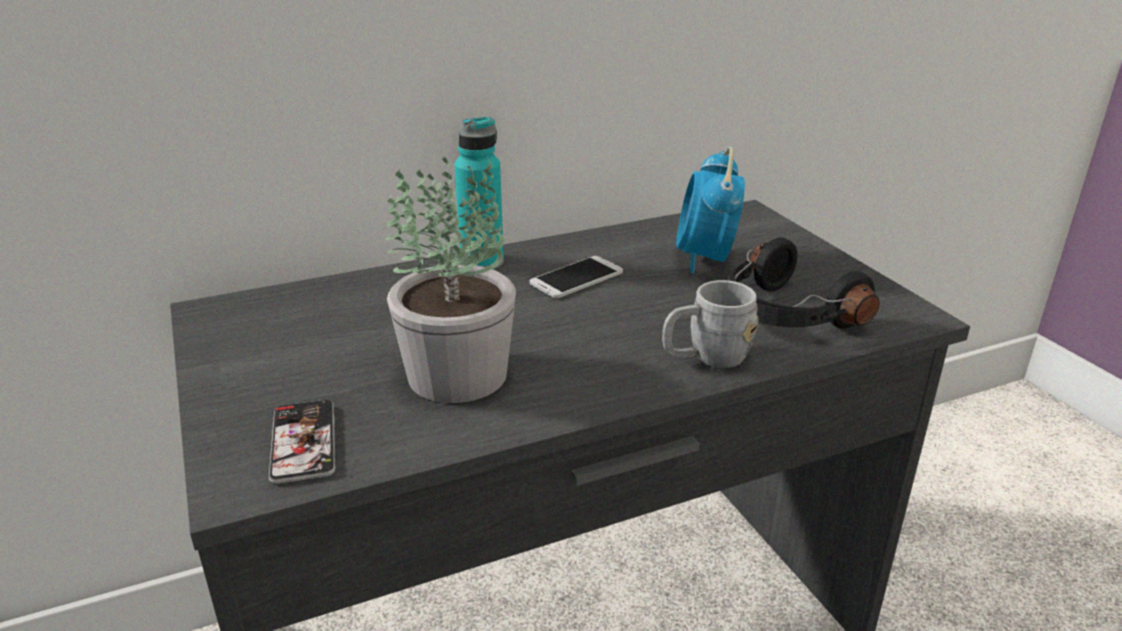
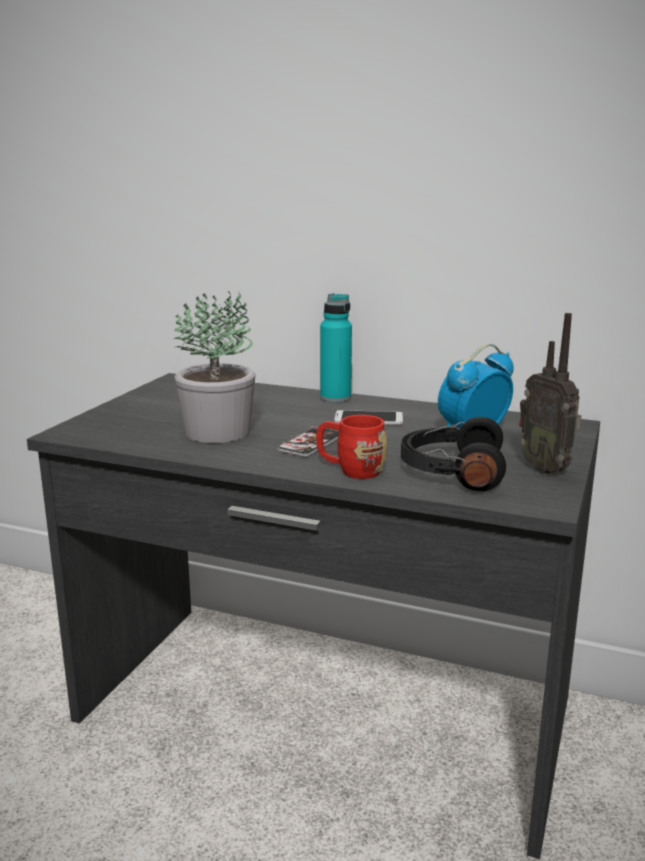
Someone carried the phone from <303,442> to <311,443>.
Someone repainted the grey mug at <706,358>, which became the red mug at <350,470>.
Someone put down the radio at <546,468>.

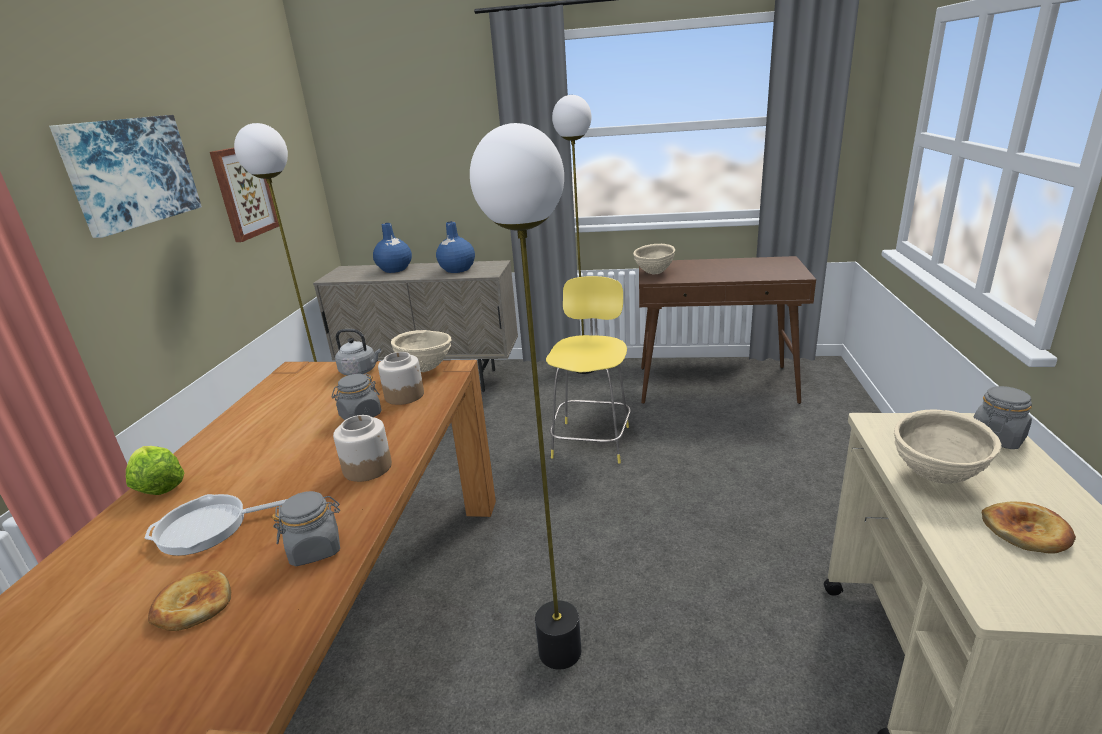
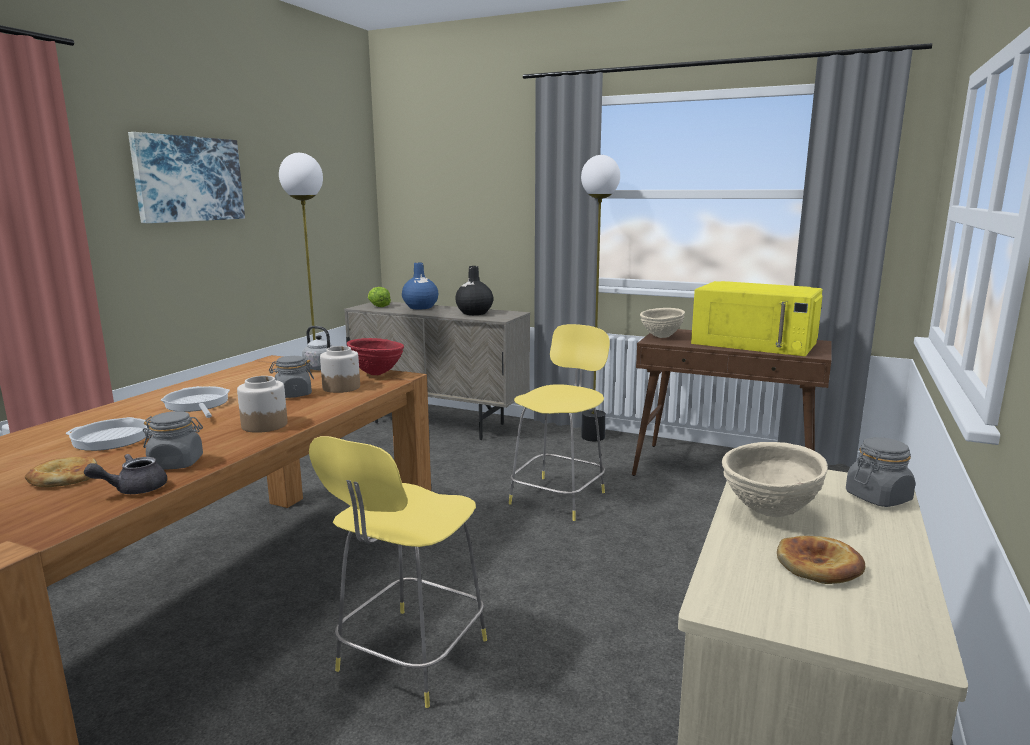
Someone carried the lettuce from <158,485> to <378,306>.
Someone took away the picture at <244,192>.
Someone repainted the beige bowl at <426,369>, which became the red bowl at <377,374>.
Someone repainted the blue vase at <457,269>, which became the black vase at <474,313>.
Someone swapped the floor lamp at <559,651> for the yellow stool at <409,658>.
Someone put down the grey teapot at <133,489>.
Someone put down the frying pan at <197,404>.
Someone put down the yellow microwave at <755,343>.

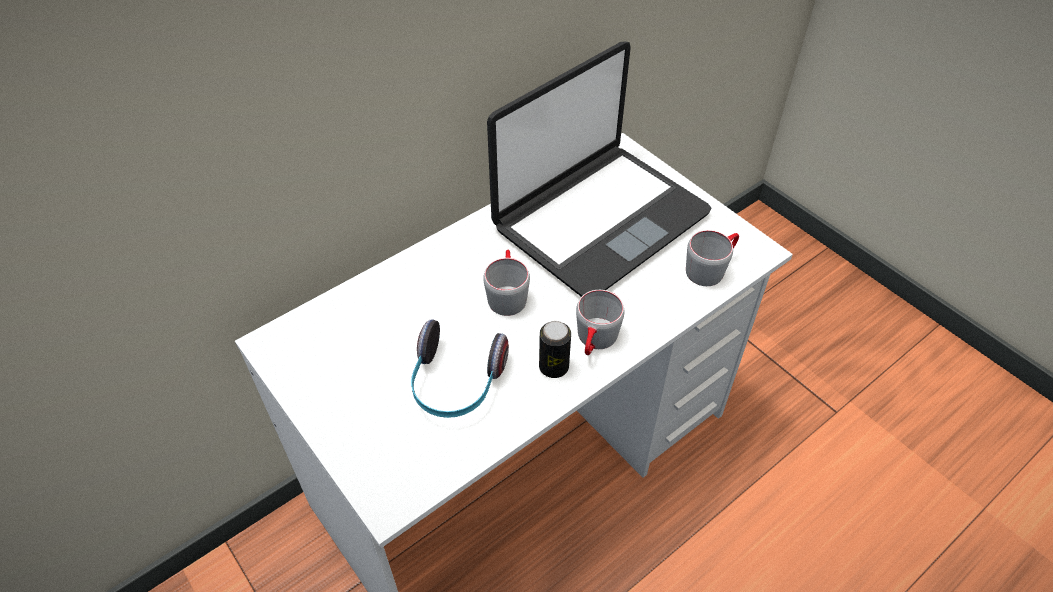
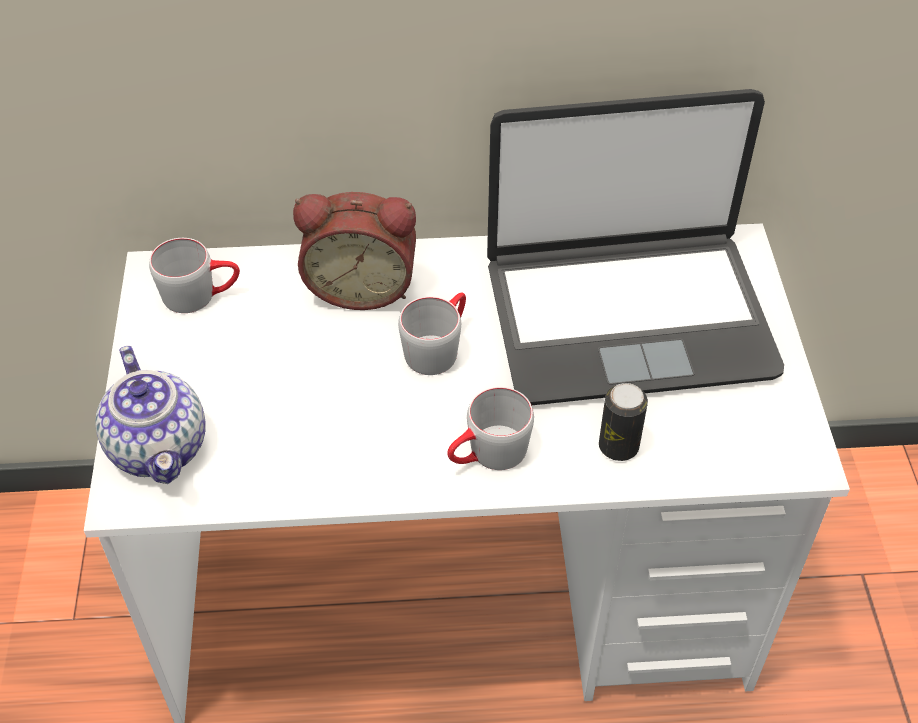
Someone took away the headphones at <456,384>.
Someone carried the can from <553,367> to <618,446>.
Someone carried the grey mug from <710,268> to <201,294>.
Someone put down the teapot at <160,448>.
Someone put down the alarm clock at <362,286>.

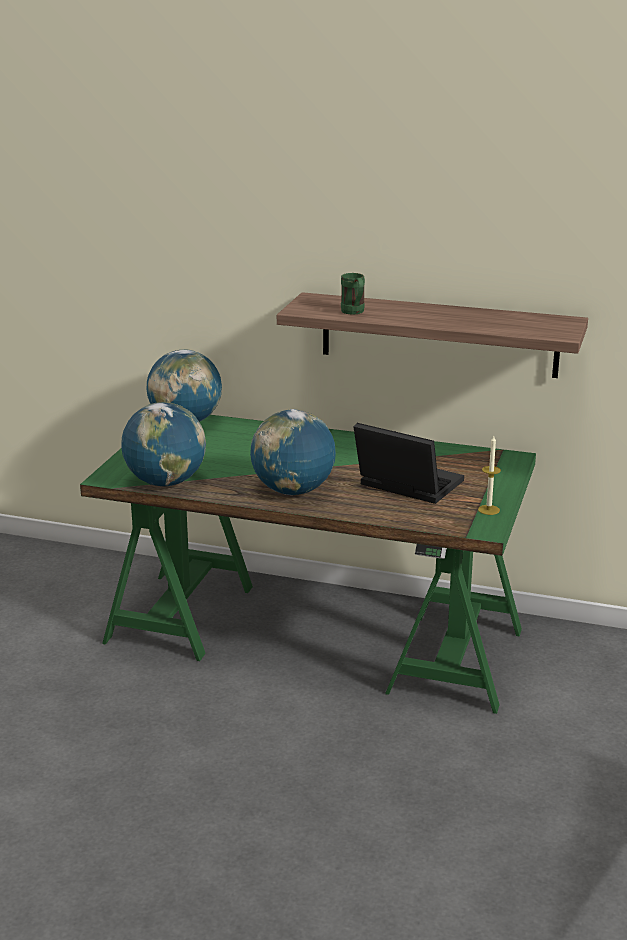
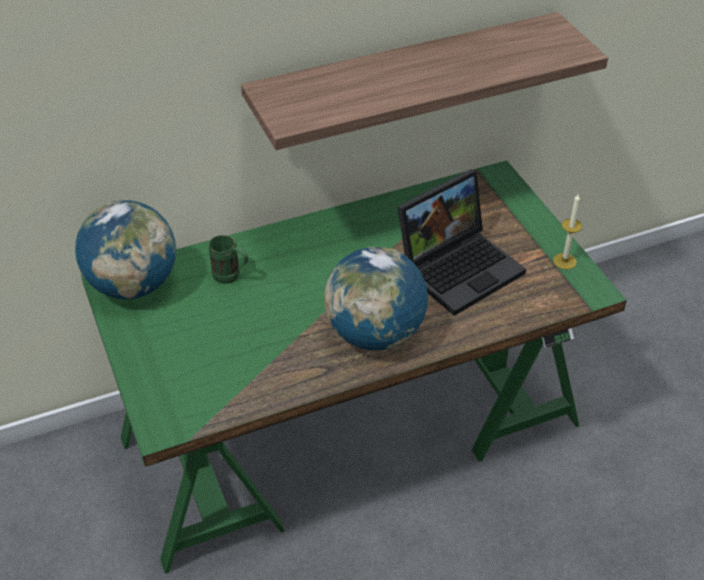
Someone took away the globe at <165,483>.
Someone carried the green mug from <354,312> to <231,277>.
Someone rotated the laptop at <405,485> by 150 degrees clockwise.

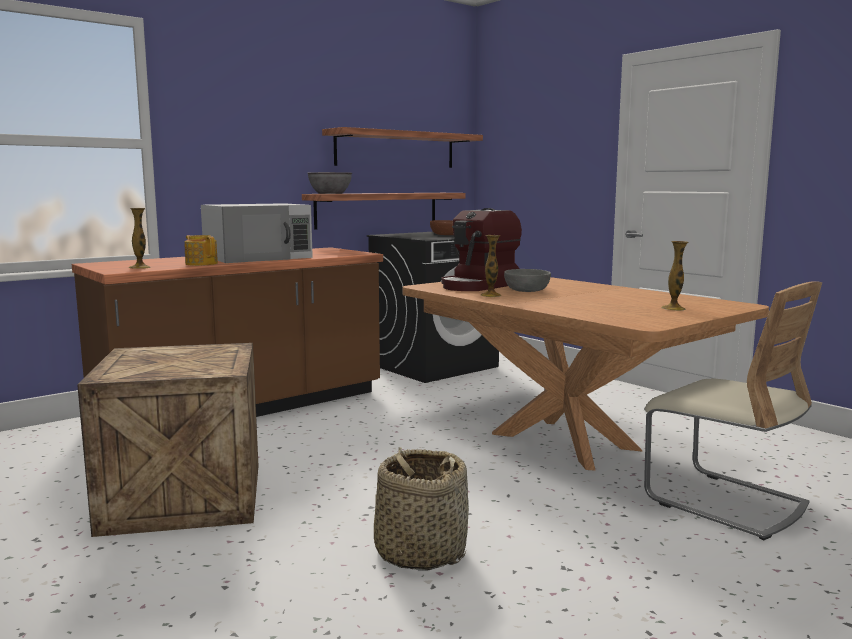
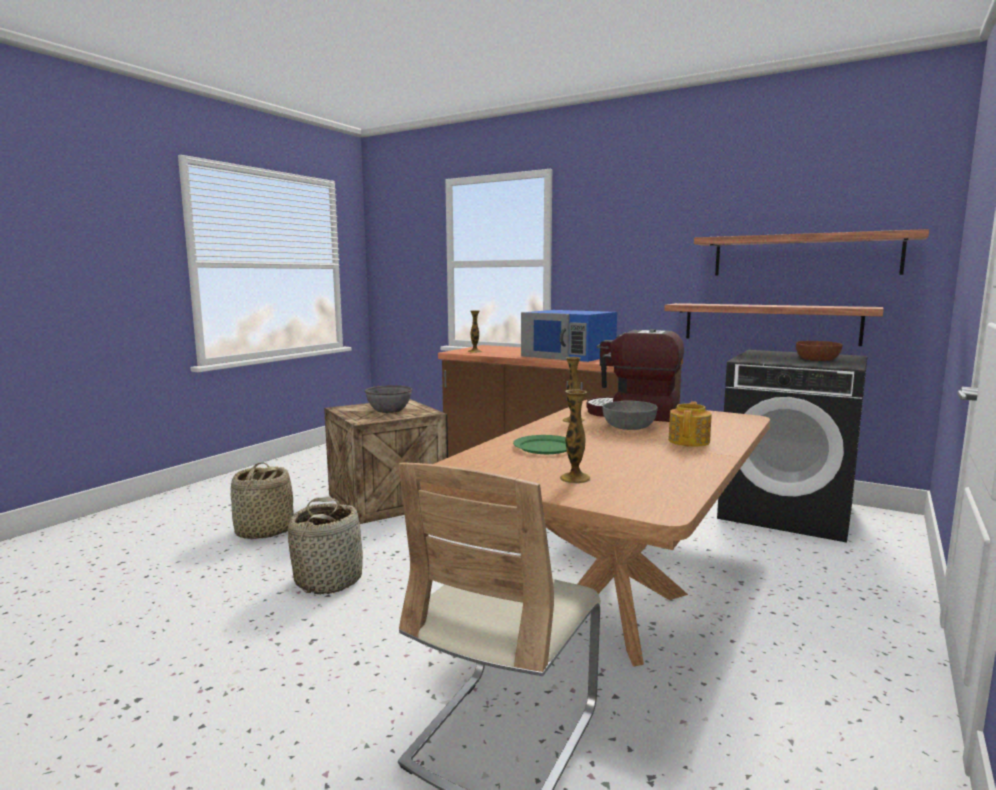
Someone carried the teapot from <201,263> to <689,441>.
Someone repainted the white microwave at <258,257>, which became the blue microwave at <569,356>.
Someone carried the grey bowl from <330,193> to <389,410>.
Someone put down the basket at <263,531>.
Someone put down the green plate at <544,447>.

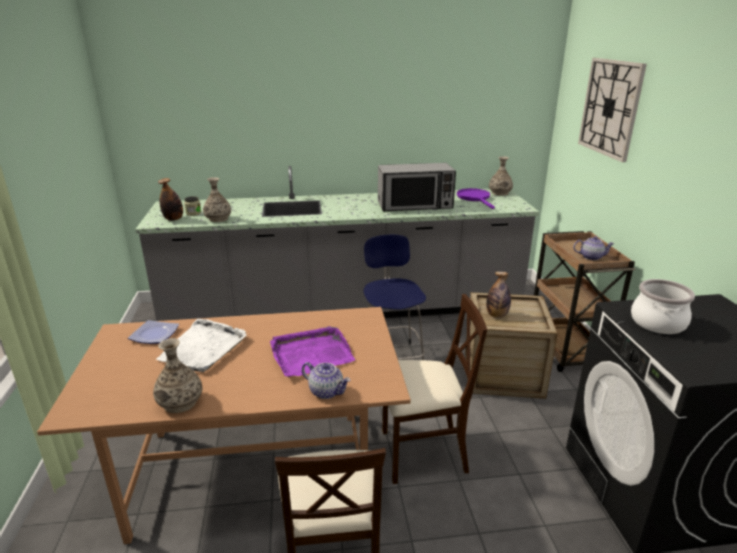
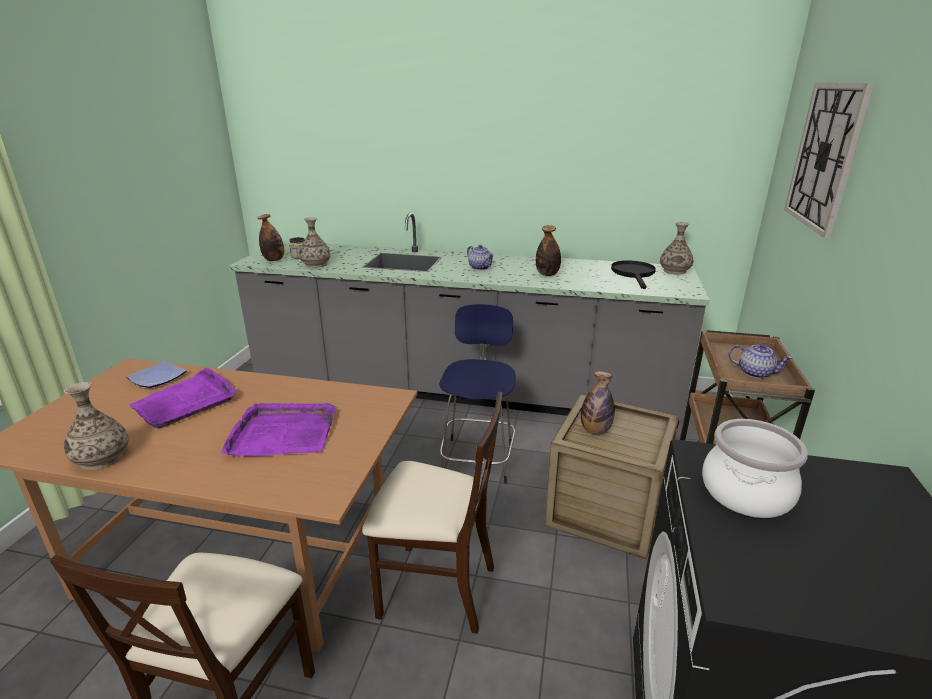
Someone repainted the white tray at <203,348>, which became the purple tray at <186,402>.
Someone carried the teapot from <327,391> to <480,267>.
Someone swapped the microwave at <415,205> for the bottle at <547,274>.
Someone repainted the purple frying pan at <475,198>, which became the black frying pan at <634,274>.

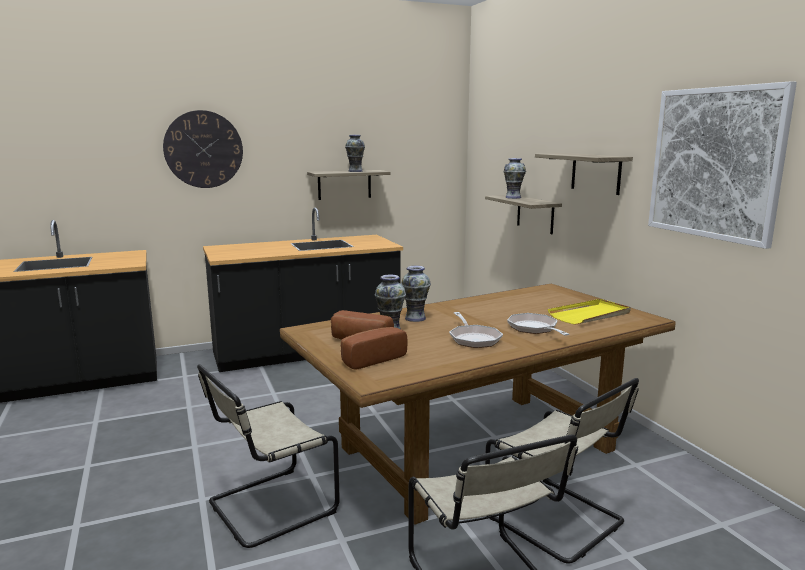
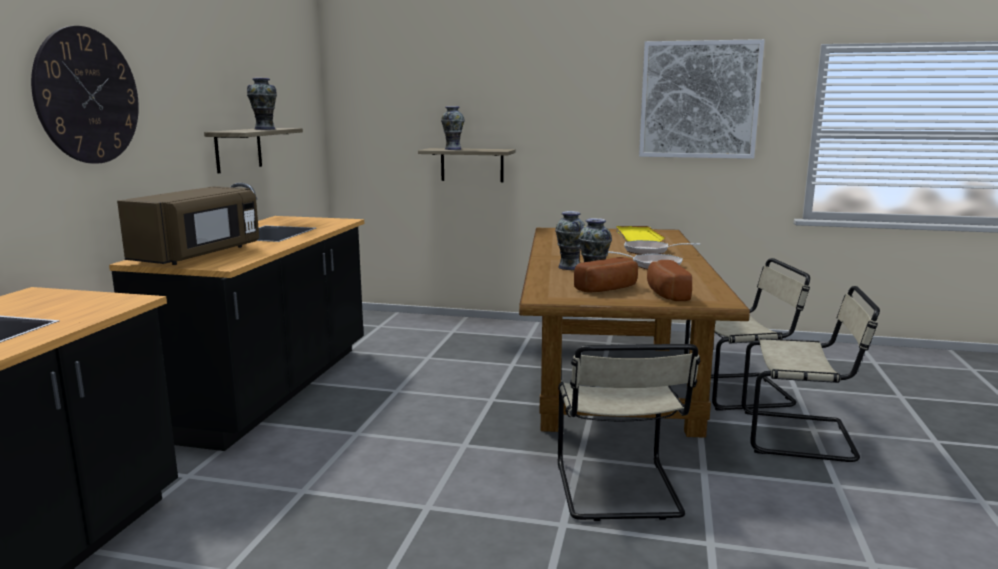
Someone took away the shelf at <595,173>.
Someone put down the brown microwave at <199,255>.

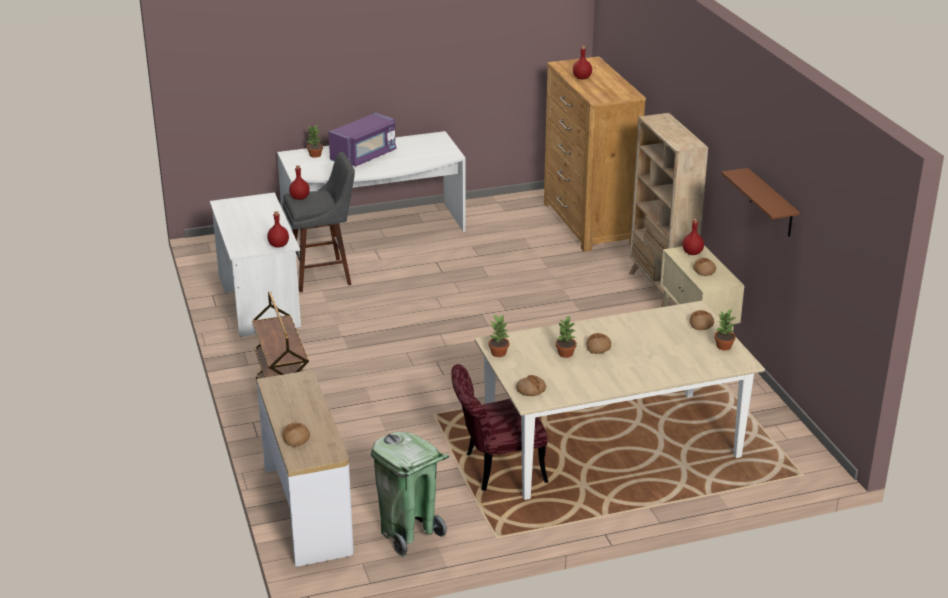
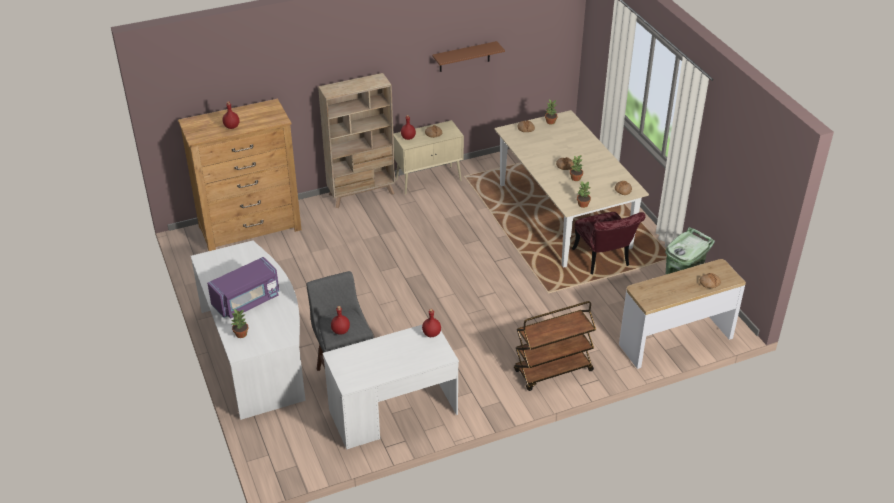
Someone rotated the purple microwave at <364,156> by 105 degrees clockwise.

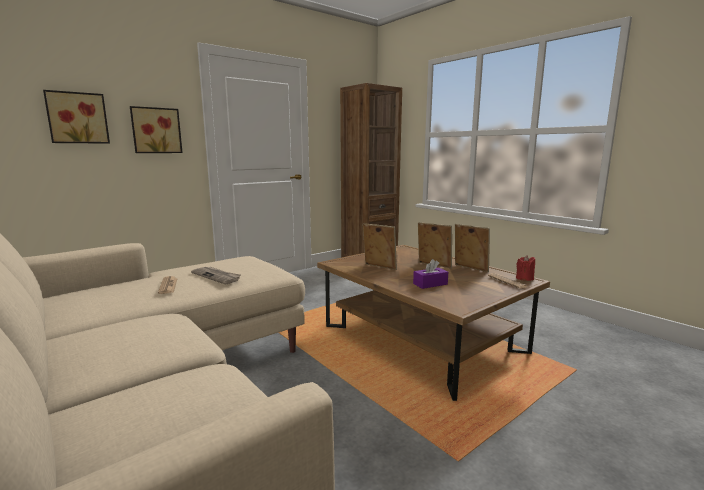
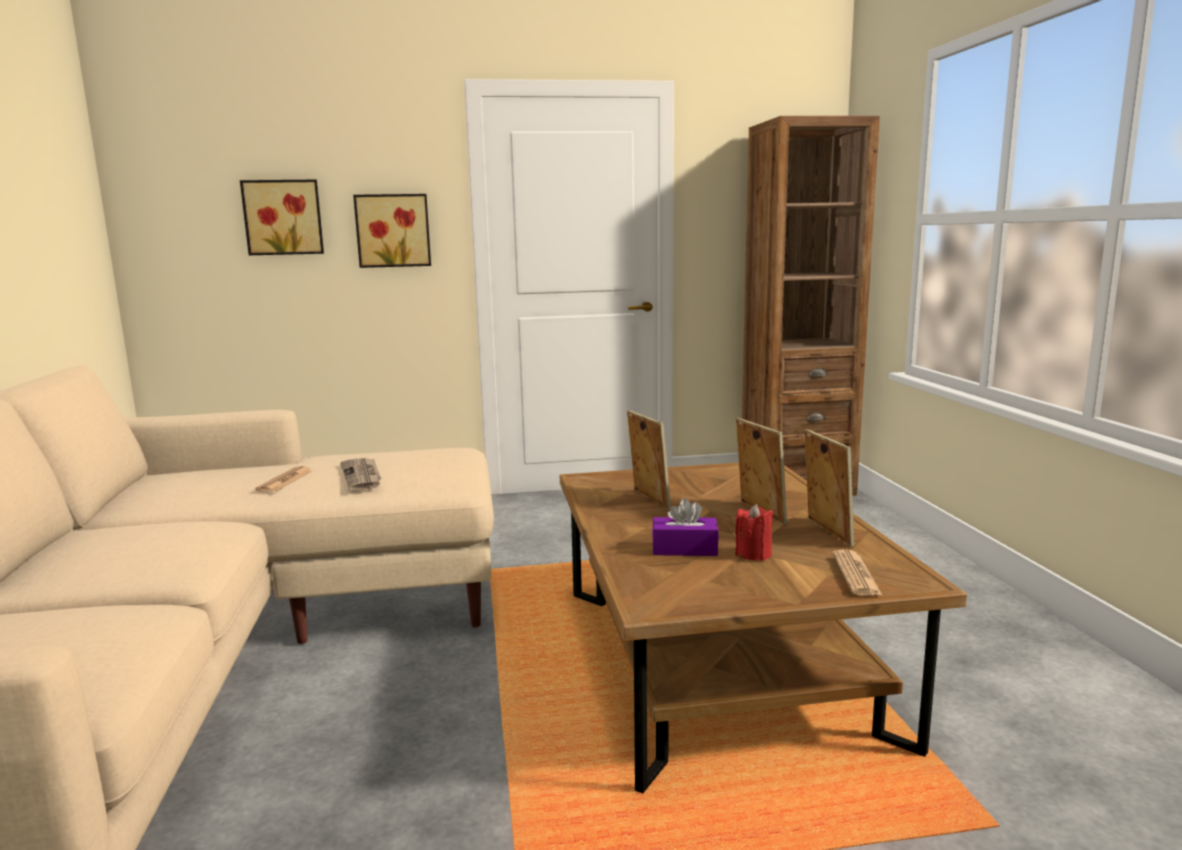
Someone carried the red candle from <524,278> to <753,554>.

